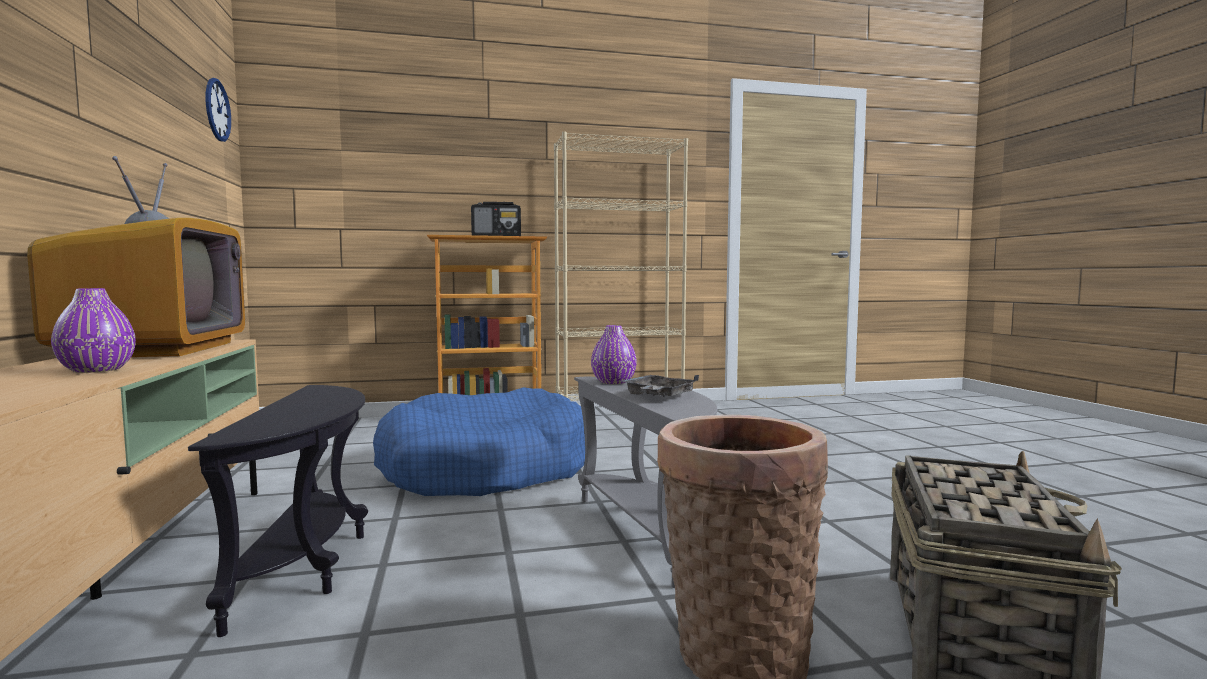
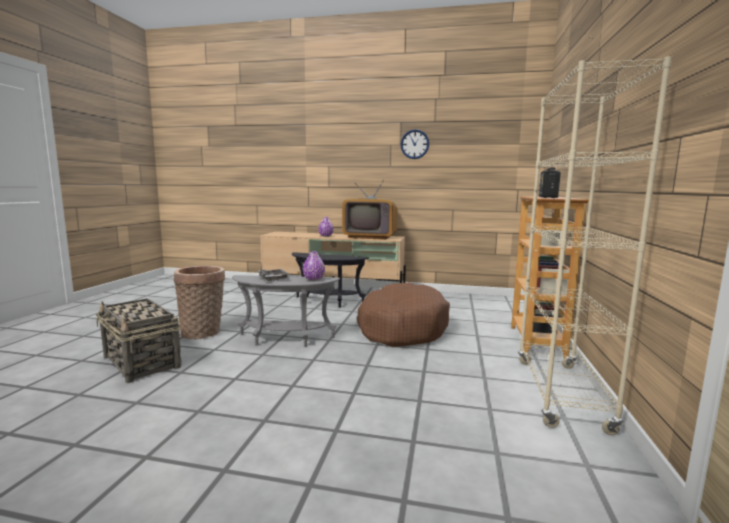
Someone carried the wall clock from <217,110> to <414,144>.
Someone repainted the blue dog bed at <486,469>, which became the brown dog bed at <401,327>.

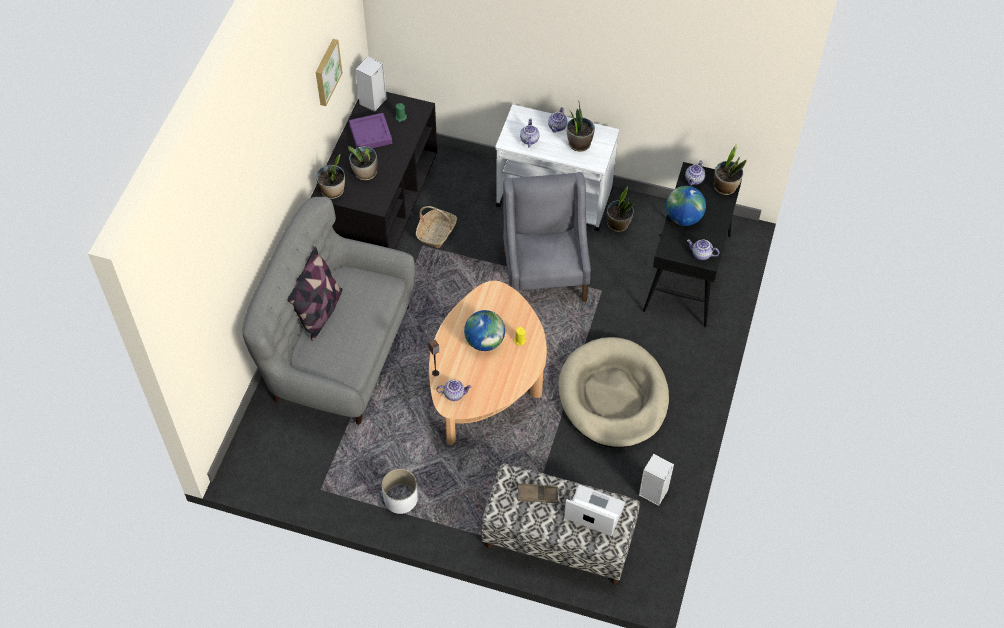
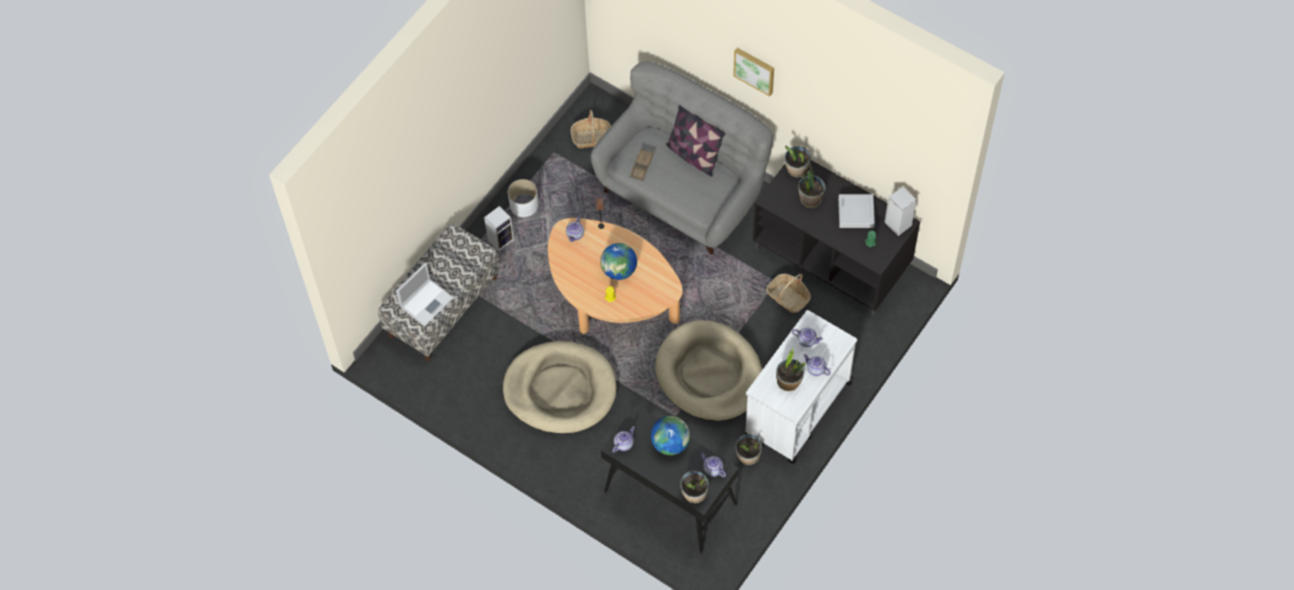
Someone carried the picture from <326,72> to <755,70>.
Someone repainted the purple tray at <370,134>, which became the grey tray at <856,213>.
Someone swapped the grey armchair at <545,275> for the beige dog bed at <709,374>.
Someone carried the brown tray from <537,495> to <642,166>.
Someone carried the speaker from <652,492> to <501,240>.
Someone put down the basket at <592,138>.

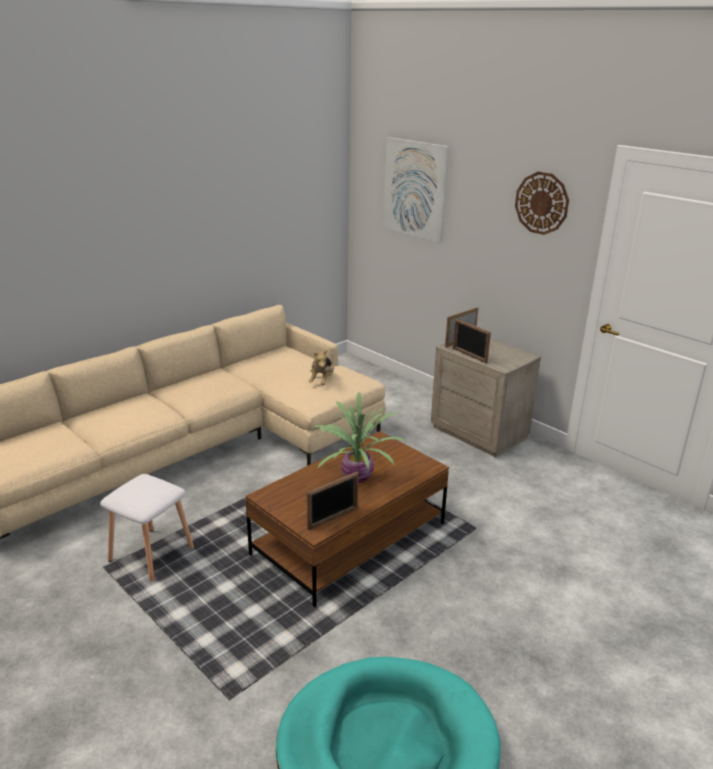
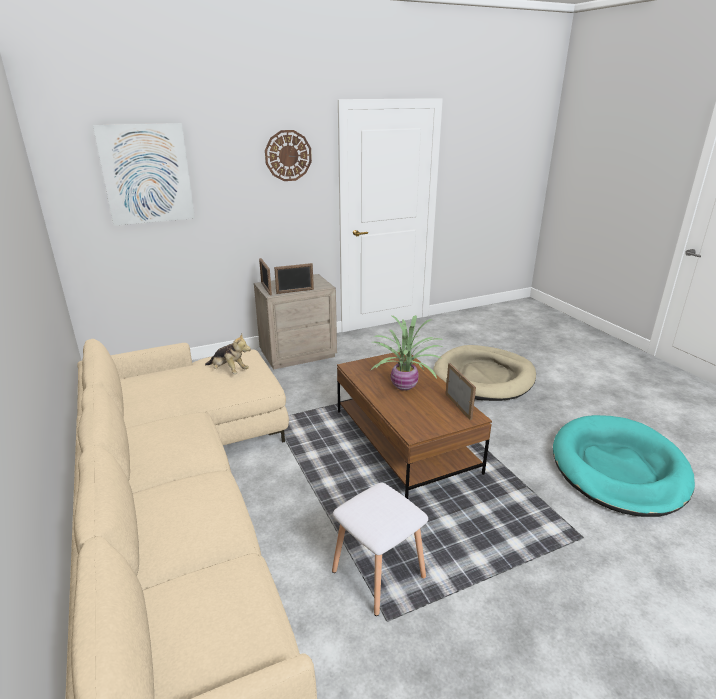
Someone put down the beige dog bed at <484,377>.

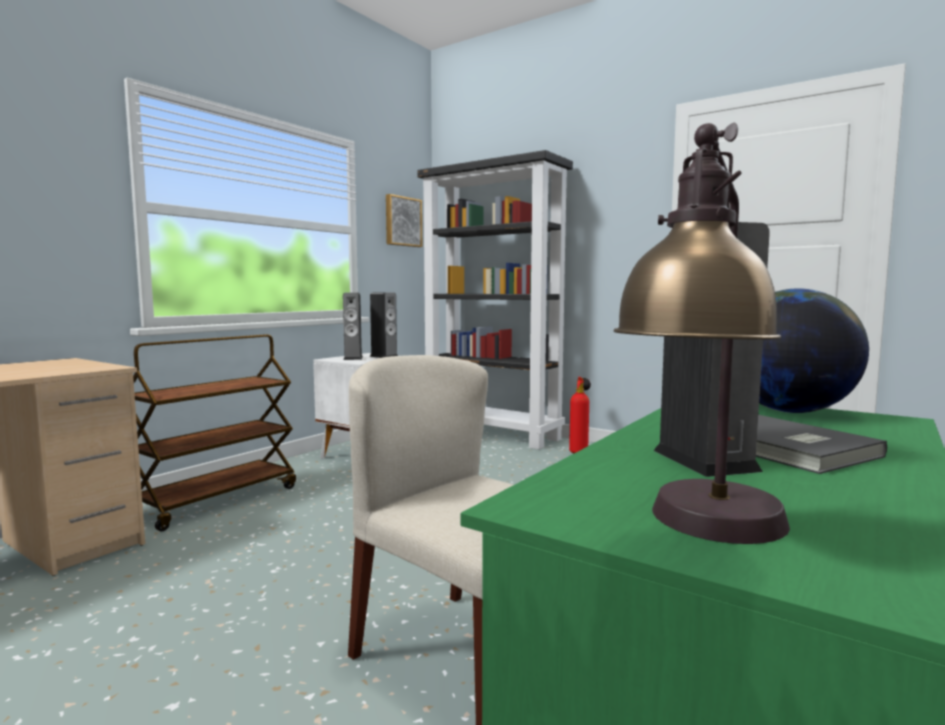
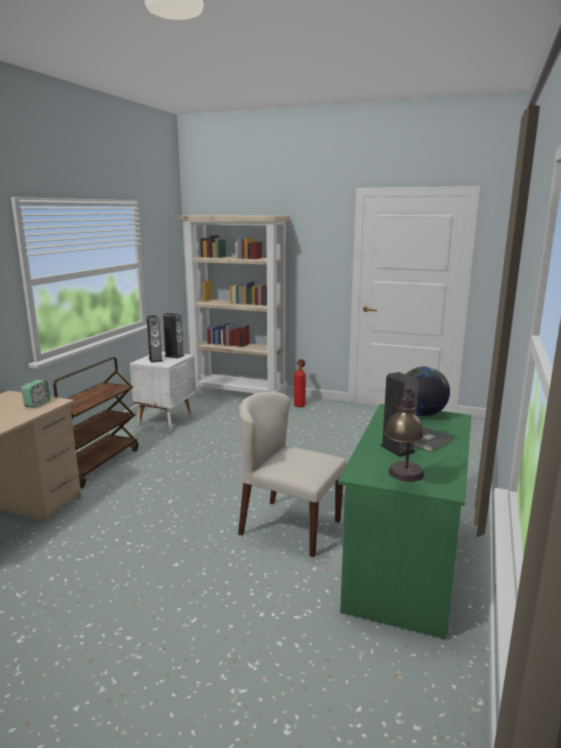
Someone took away the picture at <402,221>.
Someone repainted the black bookcase at <493,434>, which became the beige bookcase at <239,395>.
Someone put down the alarm clock at <37,404>.

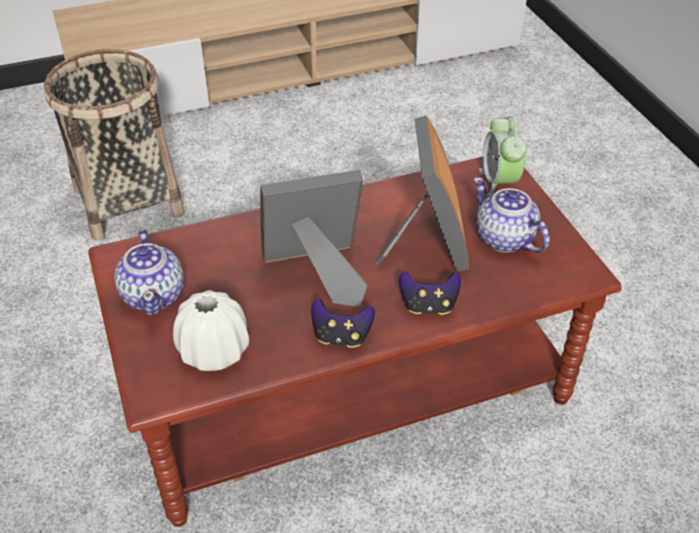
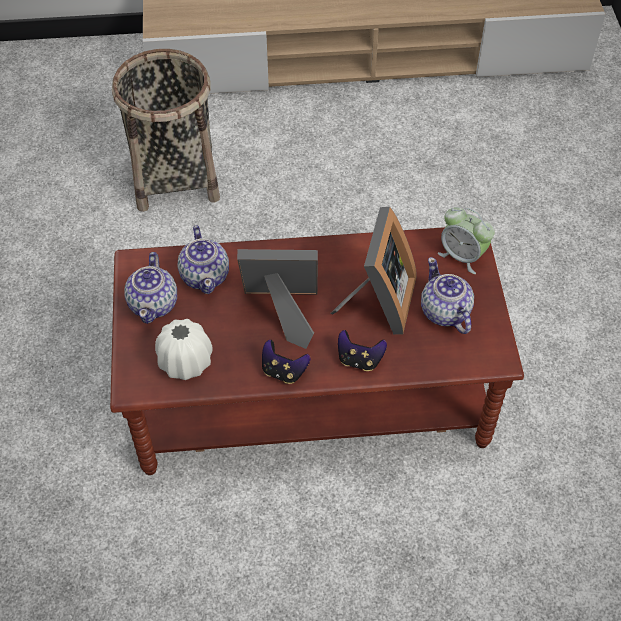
Someone rotated the alarm clock at <499,182> by 60 degrees counterclockwise.
Someone put down the teapot at <205,275>.

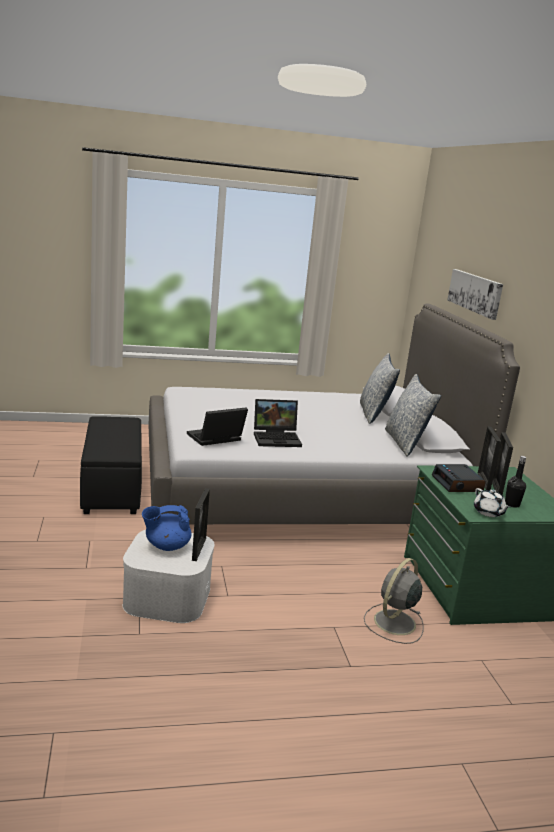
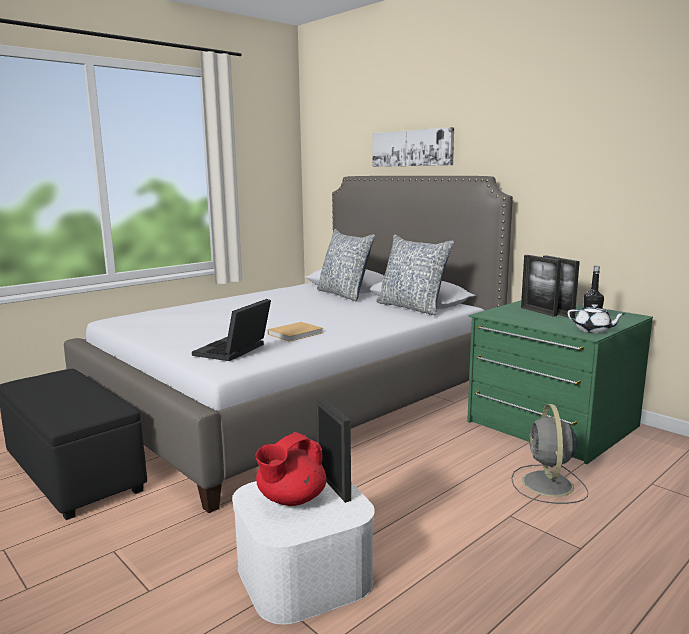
Someone repainted the blue teapot at <166,546>, which became the red teapot at <291,499>.
Someone swapped the laptop at <277,438> for the beige book at <297,333>.
Someone took away the alarm clock at <457,484>.

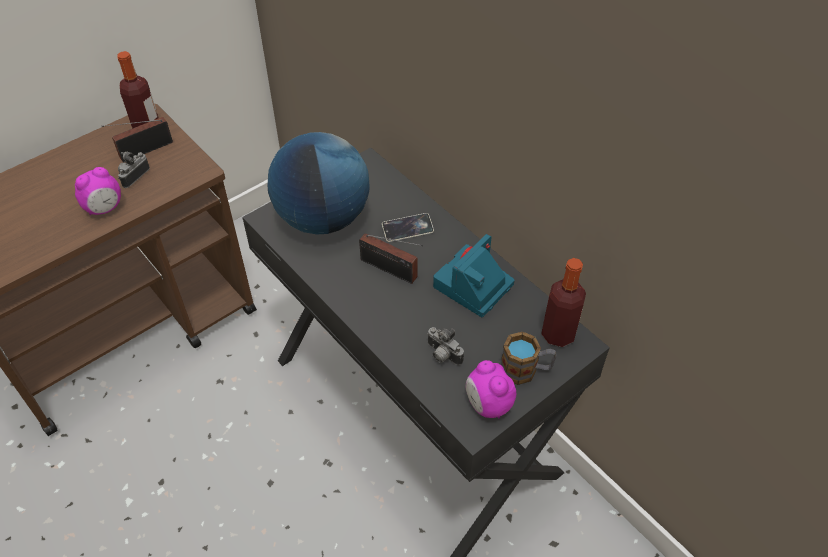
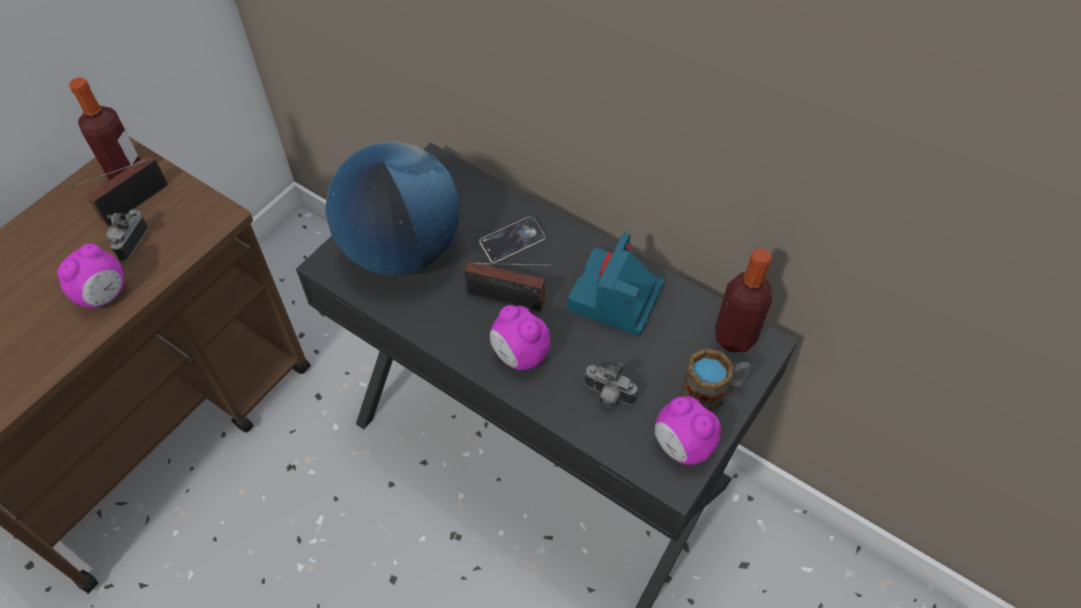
Someone put down the alarm clock at <519,356>.

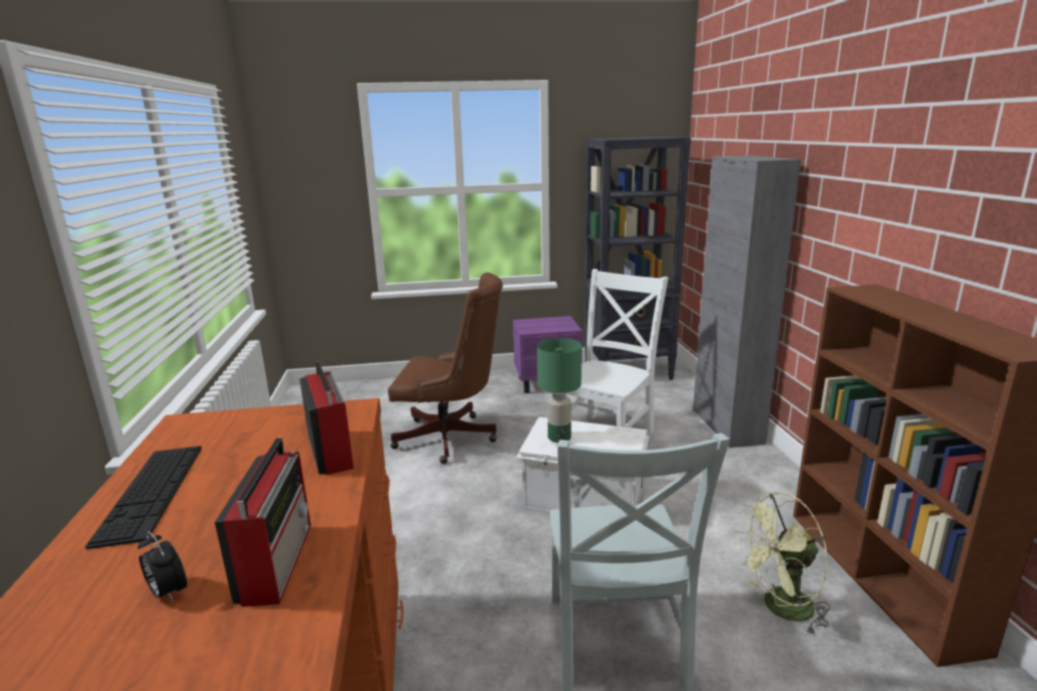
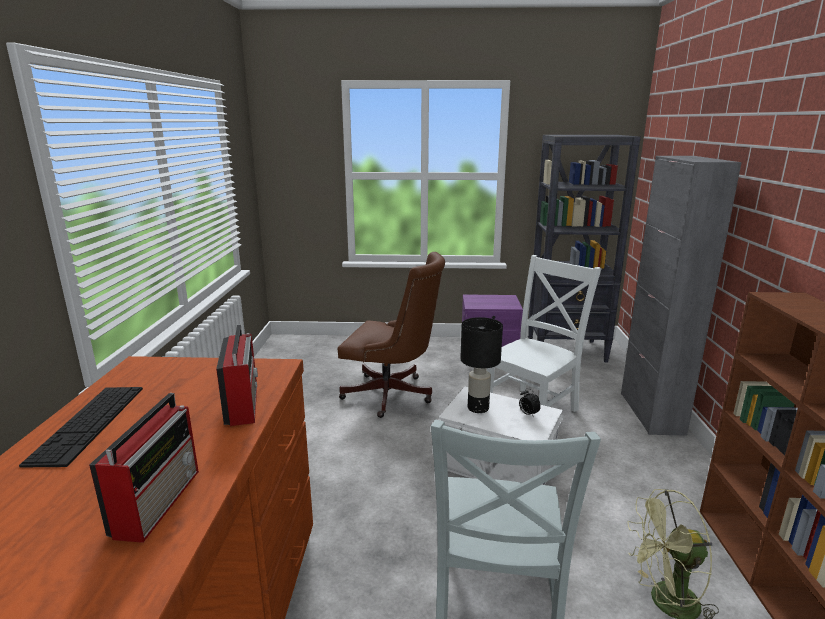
Someone carried the alarm clock from <168,592> to <528,414>.
Someone repainted the green table lamp at <558,438>, which became the black table lamp at <477,408>.

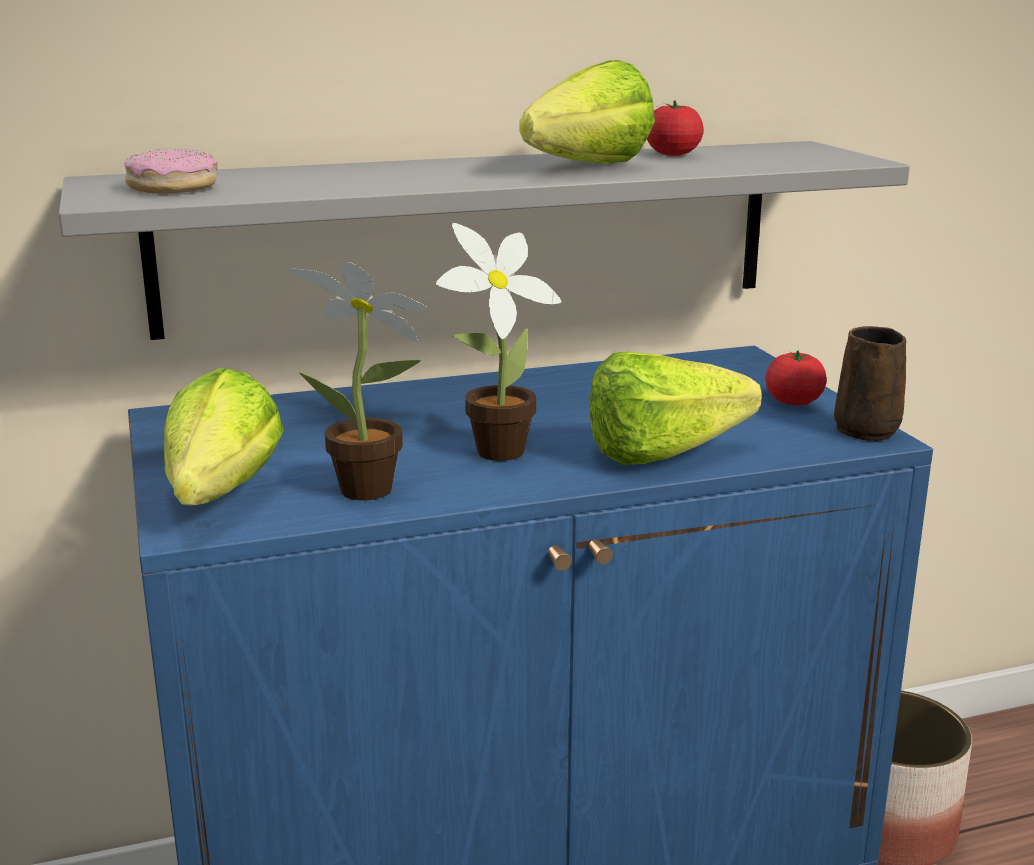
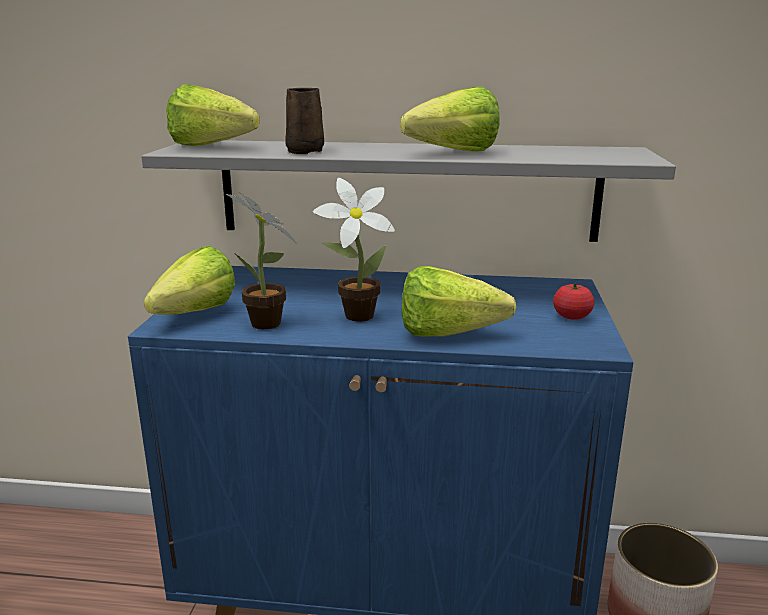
Someone swapped the donut at <172,187> for the lettuce at <217,147>.
Someone took away the tomato at <673,154>.
Someone carried the brown mug from <865,429> to <306,151>.

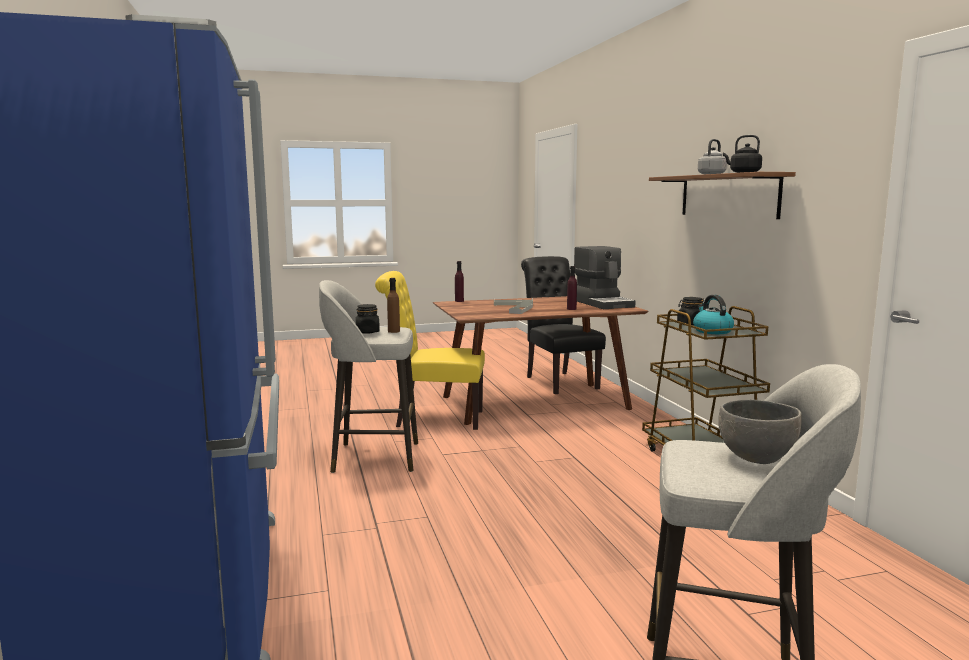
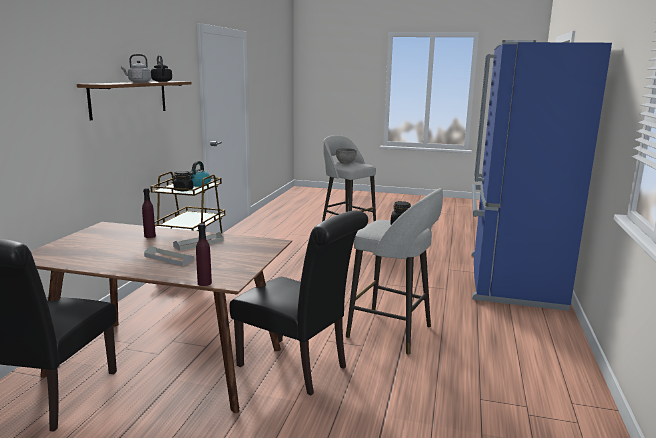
Someone repainted the yellow chair at <434,419>, which became the black chair at <298,368>.
Someone took away the brown bottle at <393,331>.
Someone took away the coffee machine at <603,303>.

